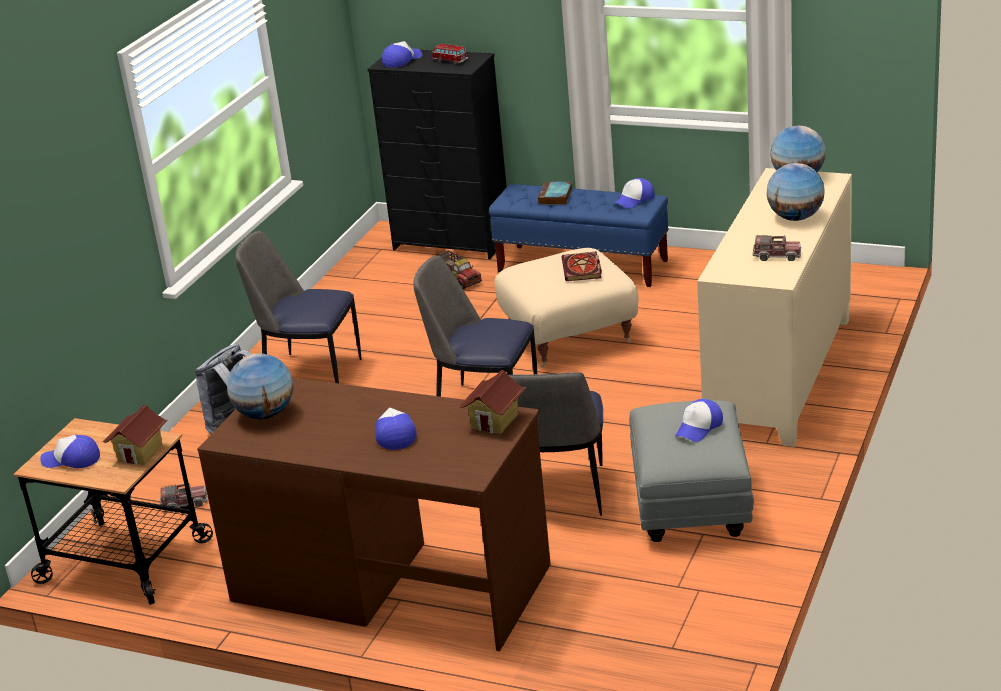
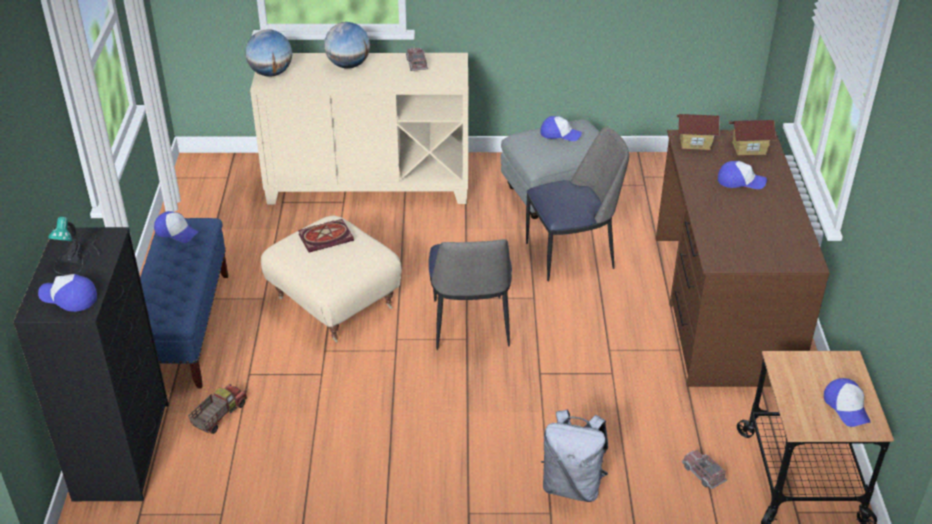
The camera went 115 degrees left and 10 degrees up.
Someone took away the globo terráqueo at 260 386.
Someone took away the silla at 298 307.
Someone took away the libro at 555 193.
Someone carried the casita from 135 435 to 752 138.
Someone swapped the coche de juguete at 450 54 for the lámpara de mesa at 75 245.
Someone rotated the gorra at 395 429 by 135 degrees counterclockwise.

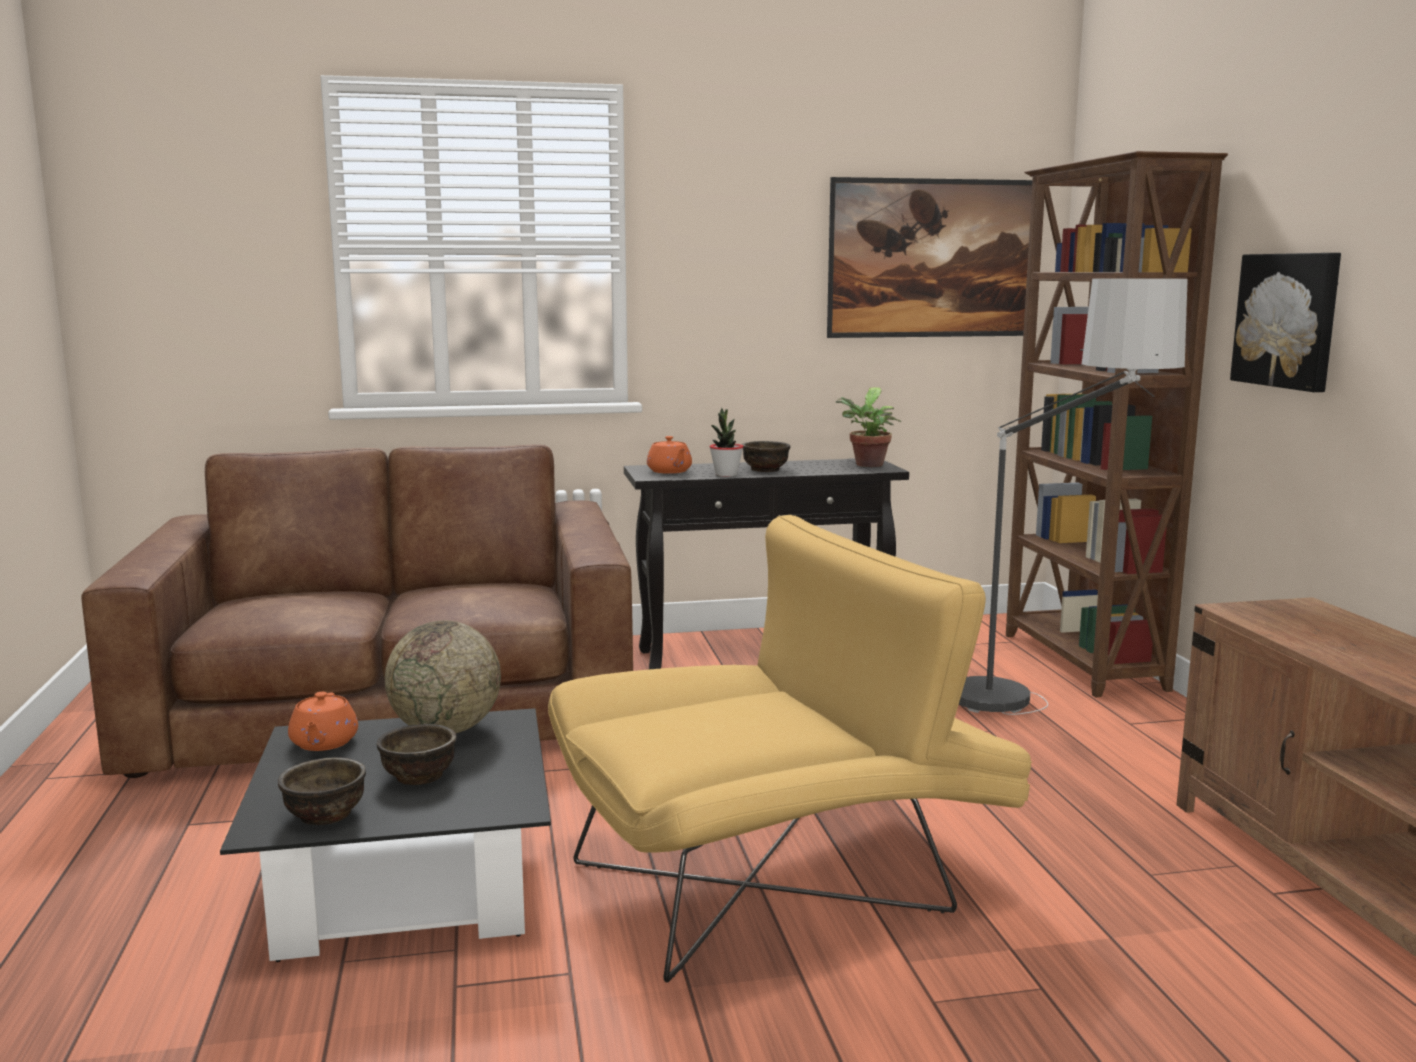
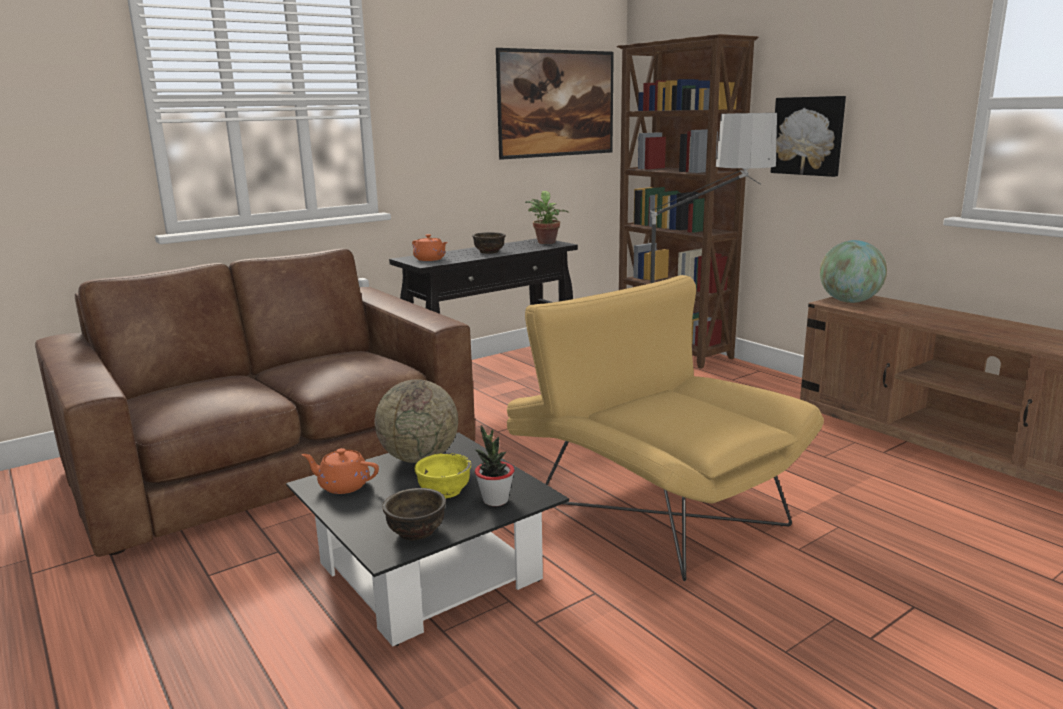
The camera went 25 degrees left and 5 degrees up.
Someone put down the globo terráqueo at 853 271.
Someone carried the planta en maceta from 726 442 to 494 465.
Someone repainted the cuenco [marrón] at 416 754, which became the cuenco [amarillo] at 443 475.
Someone rotated the tetera [naranja] at 323 721 by 135 degrees clockwise.
Someone rotated the sillón [amarillo] at 790 749 by 75 degrees counterclockwise.

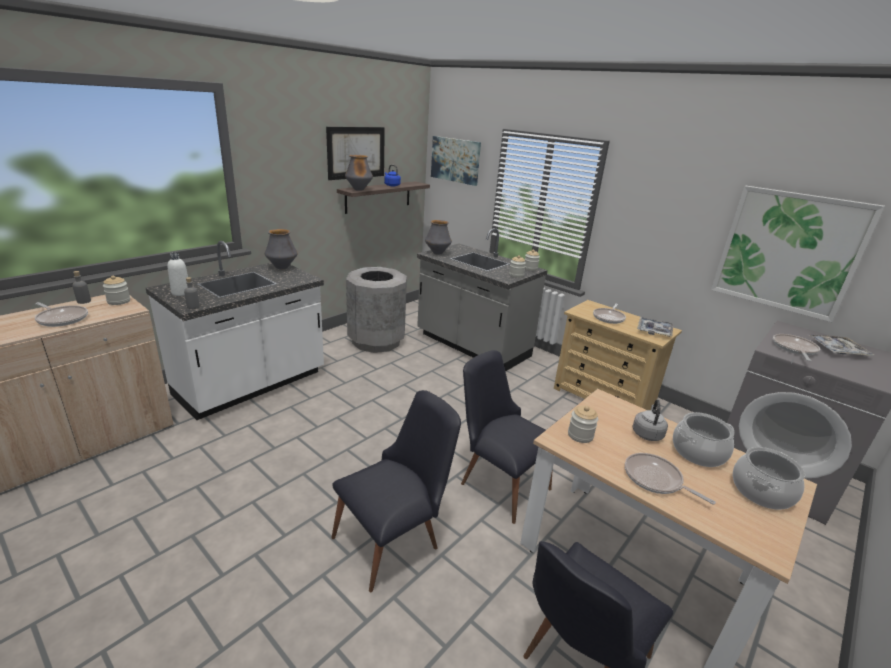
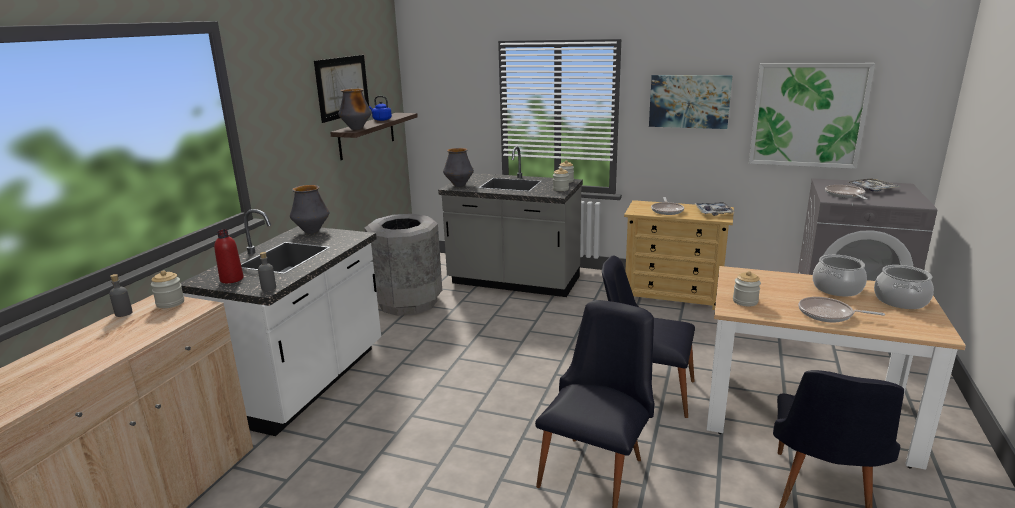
The camera went 20 degrees left and 5 degrees down.
Someone took away the sartén at 61 314.
Someone took away the hervidor [gris] at 650 420.
Someone carried the cuadro from 456 161 to 691 102.
Someone repainted the botella [blanco] at 177 274, which became the botella [rojo] at 228 256.

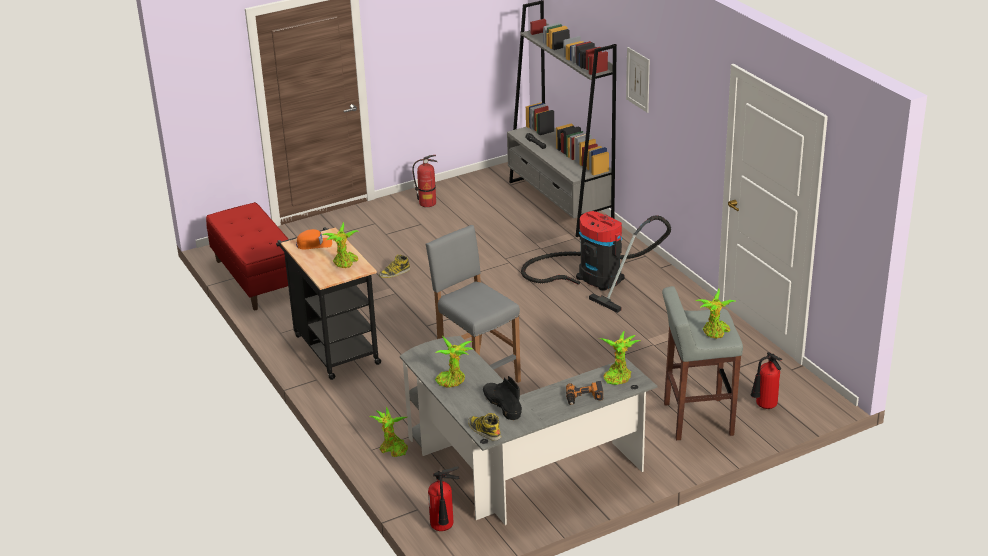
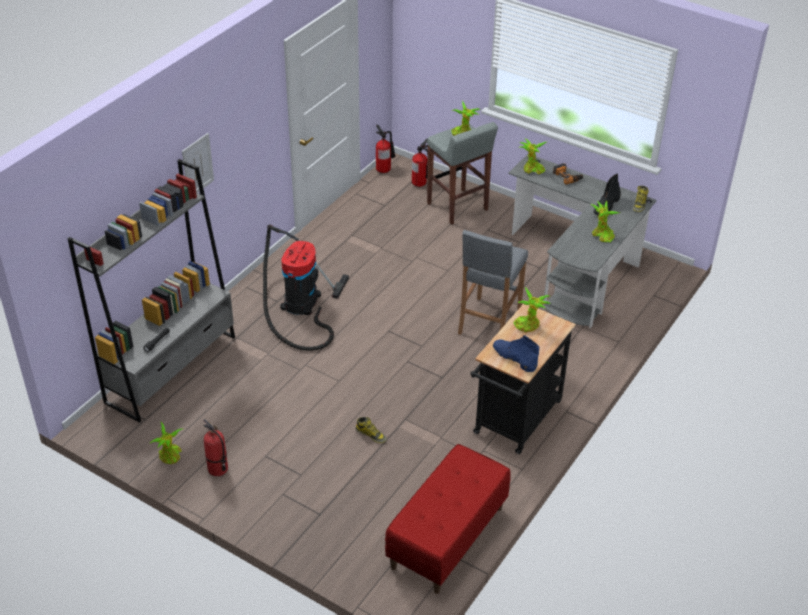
The camera went 120 degrees left and 10 degrees up.
Someone carried the planta en maceta from 388 432 to 165 442.
Someone carried the extintor from 444 498 to 385 149.
Someone swapped the gorra [naranja] at 314 239 for the bota [azul] at 516 353.

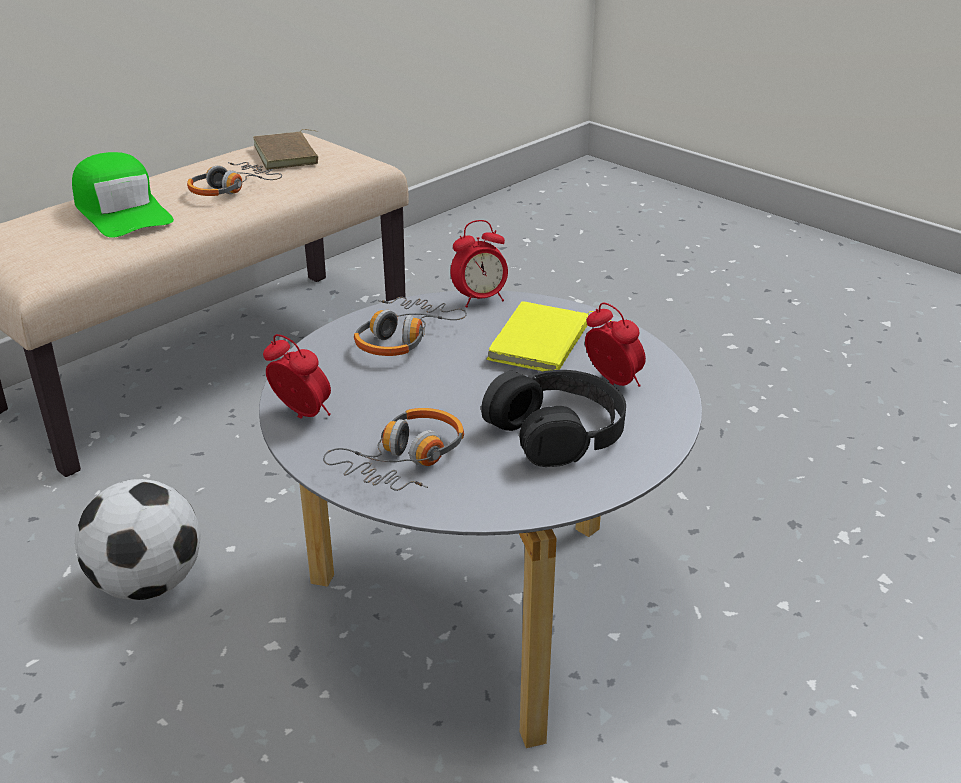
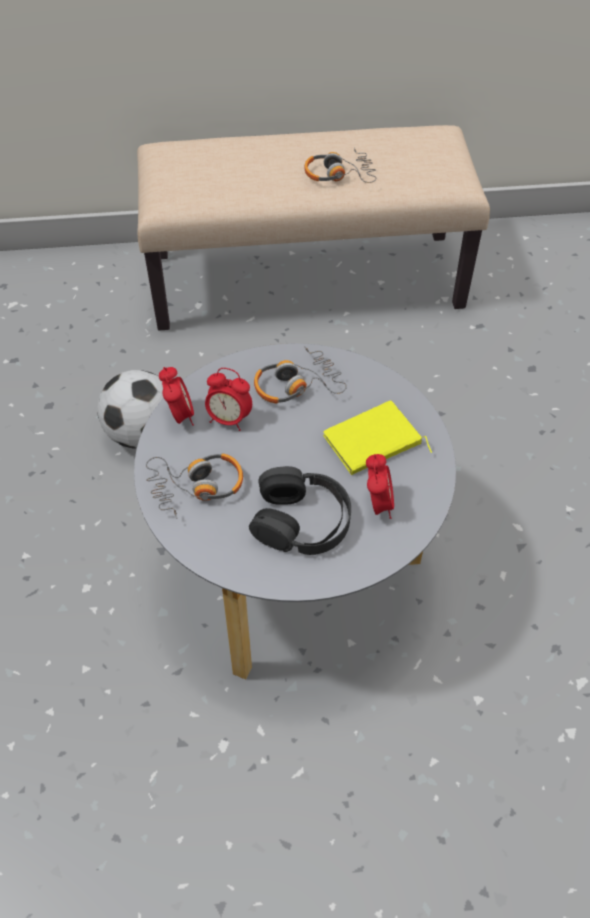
The camera went 40 degrees right and 20 degrees up.
Someone took away the gorra [verde] at 123 195.
Someone took away the libro [marrón] at 285 149.
Someone carried the despertador from 479 263 to 228 399.

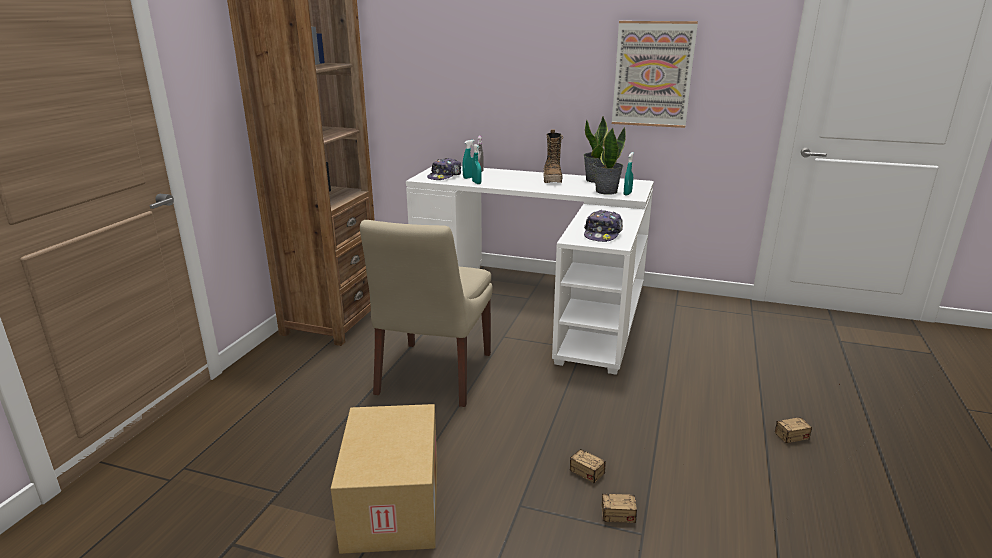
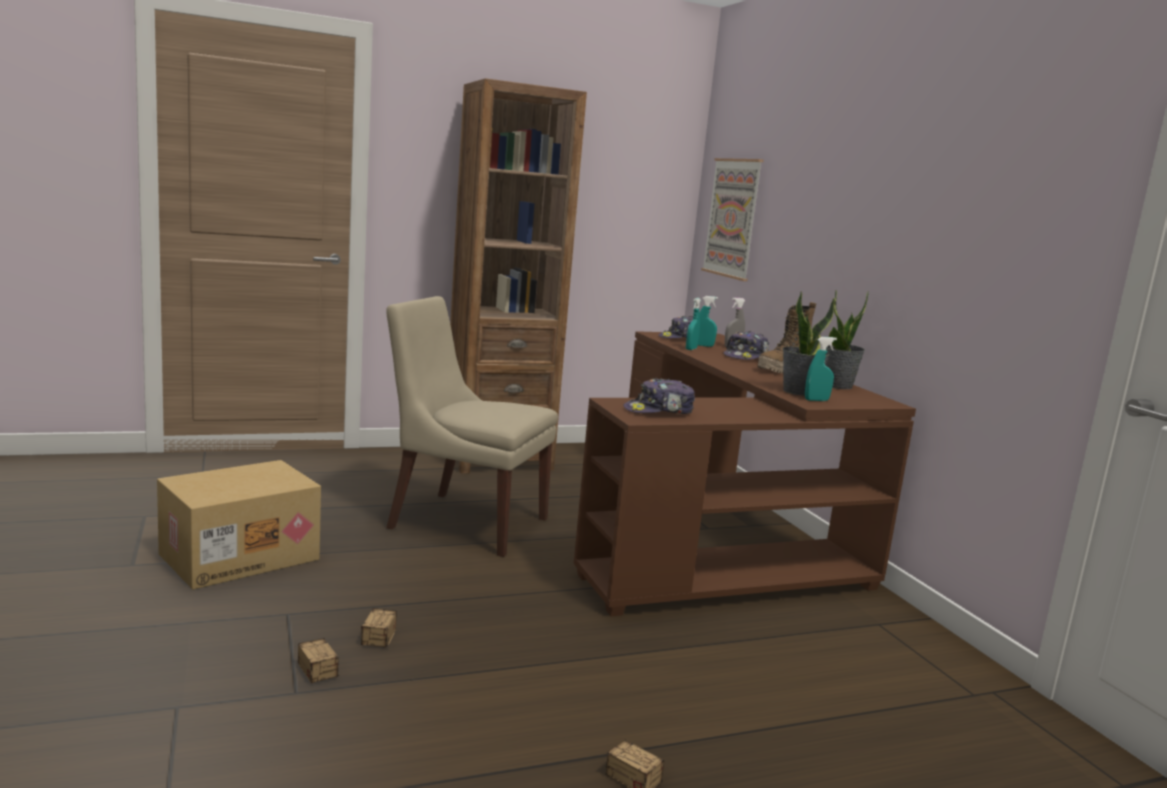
The camera went 50 degrees right and 10 degrees down.
Someone put down the gorra at 746 345.
Someone carried the cuadro from 655 74 to 732 219.
Someone repainted the escritorio [blanco] at 530 270, which became the escritorio [marrón] at 745 473.
Someone rotated the silla [beis] at 426 313 by 45 degrees clockwise.

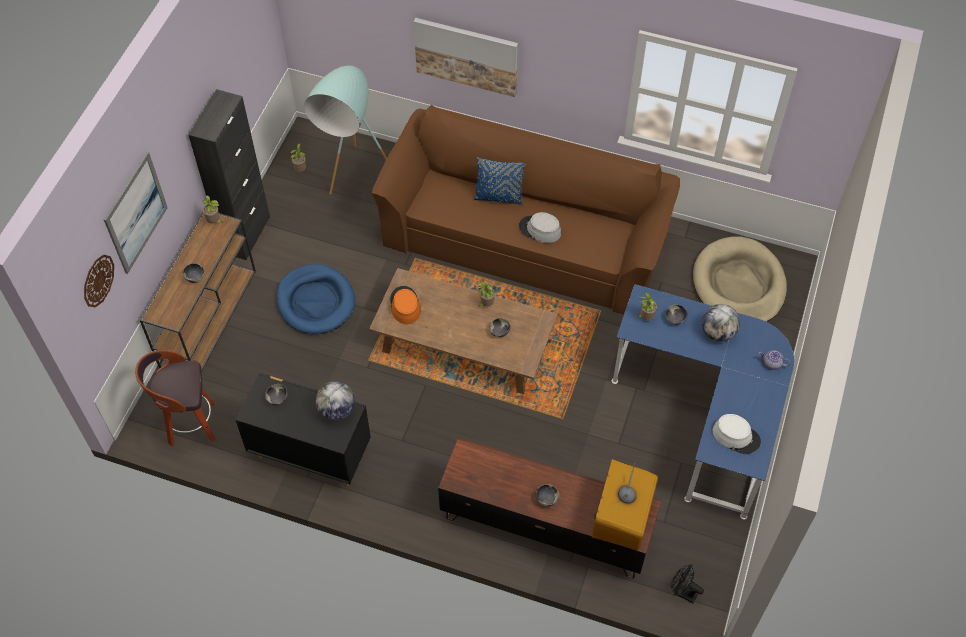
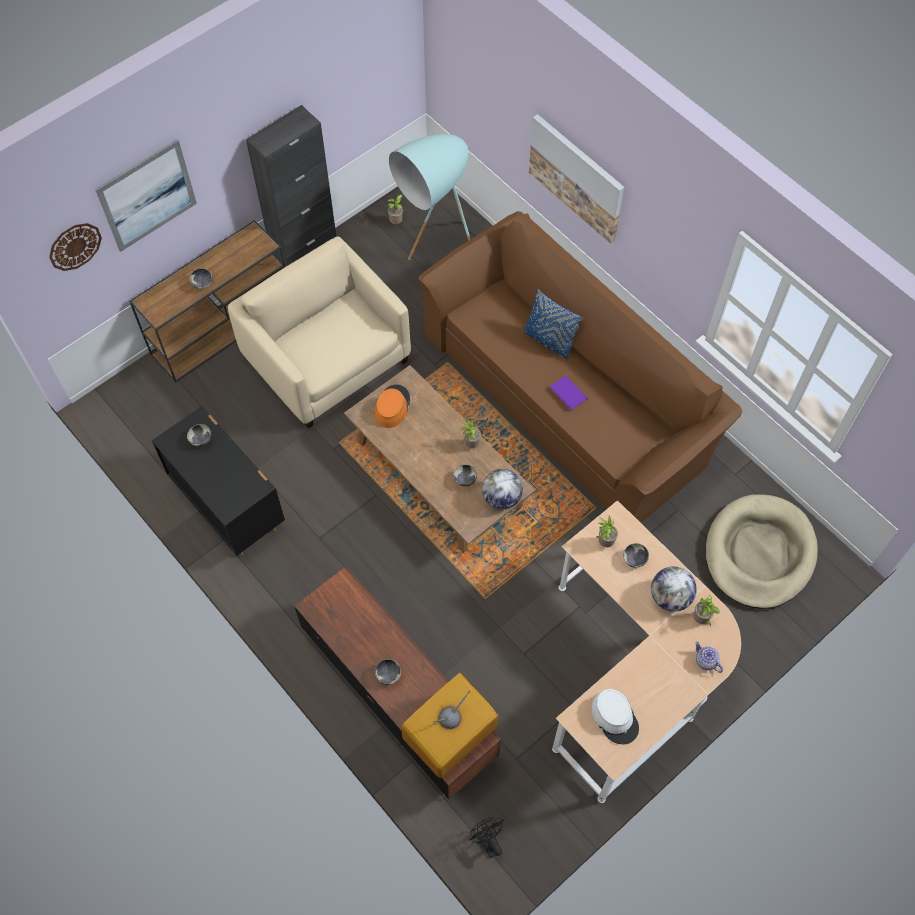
The camera went 30 degrees right and 5 degrees up.
Someone took away the taburete at 175 398.
Someone carried the planta en maceta from 213 209 to 706 610.
Someone carried the globo terráqueo from 335 400 to 502 489.
Someone swapped the cama para perro [azul] at 315 299 for the sillón [beis] at 319 332.
Someone swapped the sombrero [gris] at 540 227 for the libro [morado] at 569 393.
Someone repainted the escritorio [azul] at 702 402, which became the escritorio [beis] at 646 651.

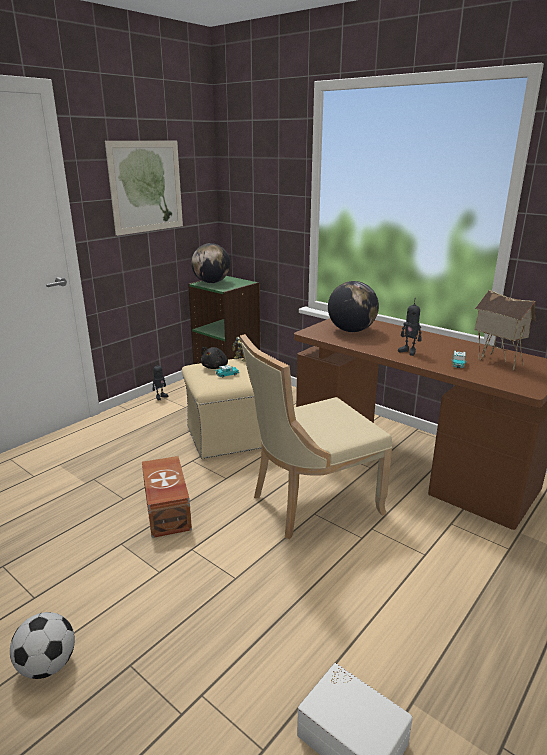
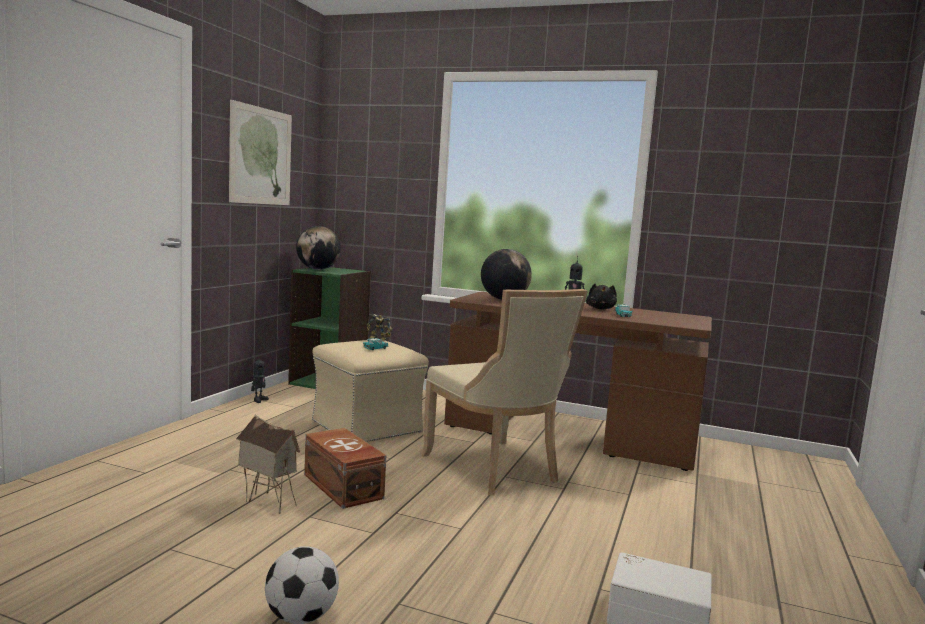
The camera went 20 degrees left and 15 degrees down.
Someone carried the peluche [negro] from 214 358 to 601 296.
Someone carried the casita from 505 329 to 268 464.
Someone rotated the silla [beis] at 316 436 by 75 degrees counterclockwise.

